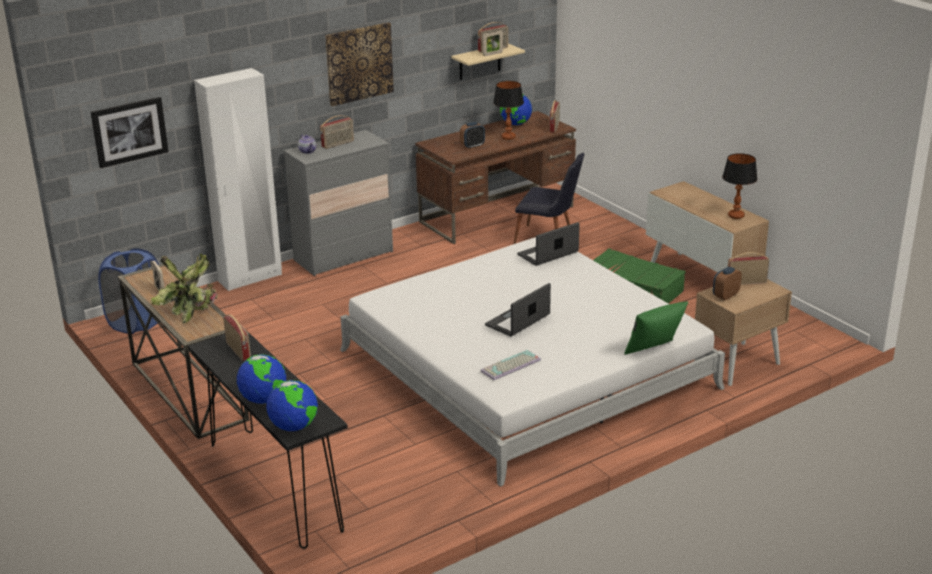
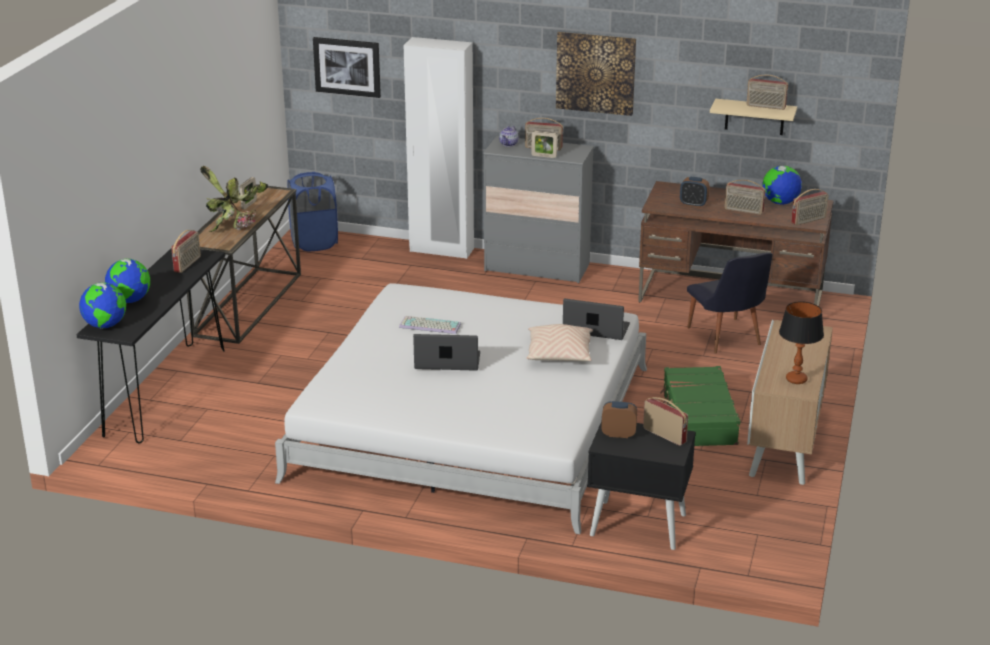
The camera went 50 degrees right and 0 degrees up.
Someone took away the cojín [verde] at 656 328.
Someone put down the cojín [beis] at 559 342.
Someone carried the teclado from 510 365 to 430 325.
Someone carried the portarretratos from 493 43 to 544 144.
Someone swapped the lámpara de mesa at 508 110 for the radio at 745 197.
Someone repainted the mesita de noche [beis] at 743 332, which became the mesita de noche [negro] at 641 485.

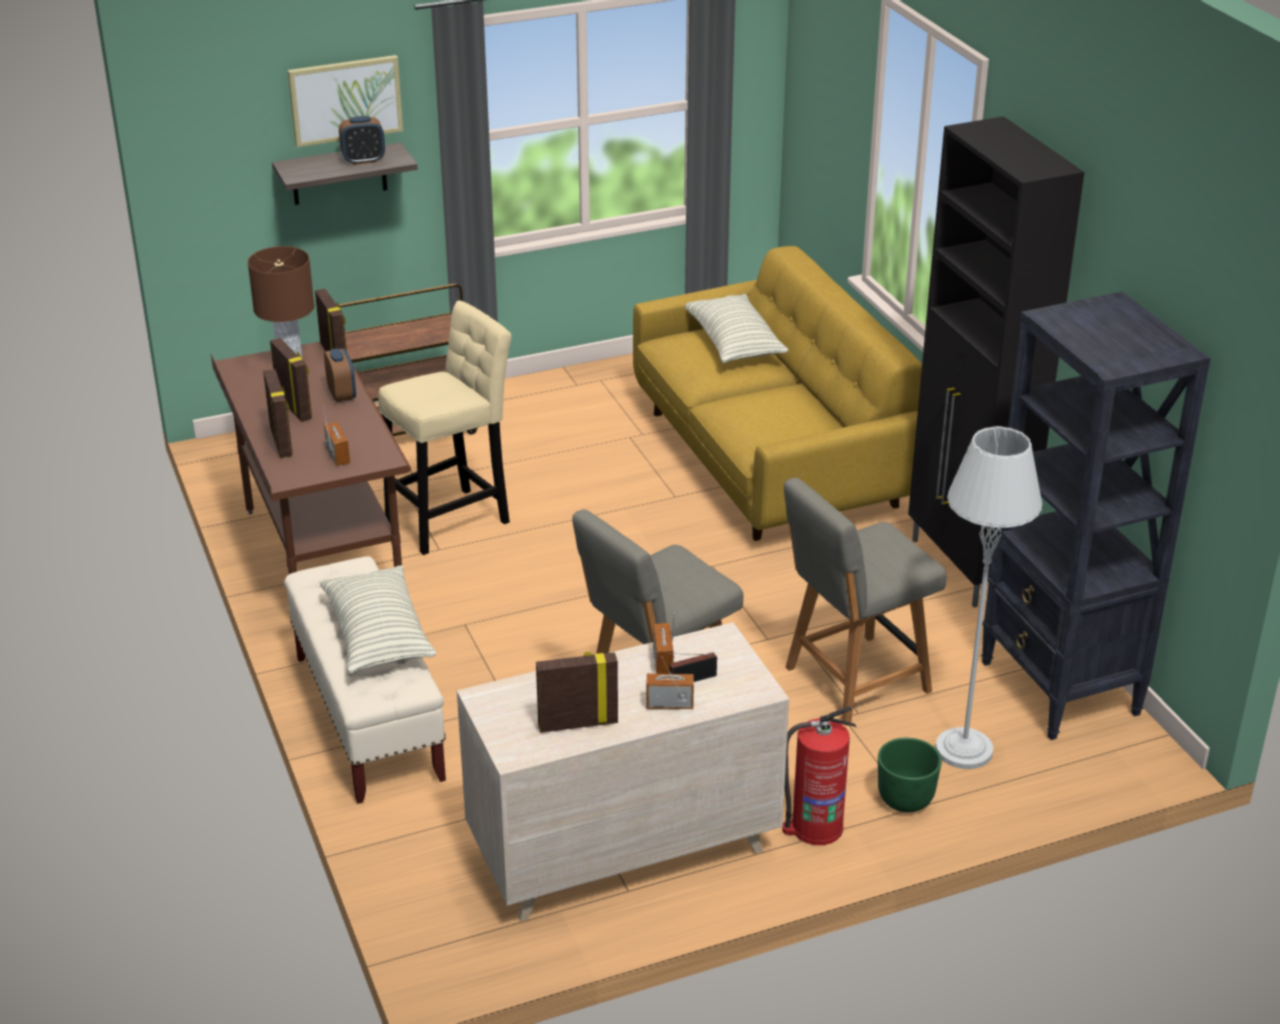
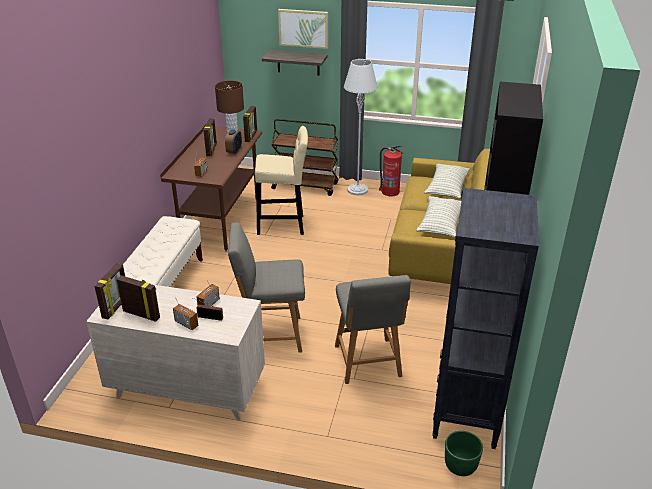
The camera went 35 degrees right and 0 degrees up.
Someone took away the despertador at 362 140.
Someone carried the portarretratos from 277 413 to 109 291.
Someone carried the cojín from 378 619 to 439 216.
Someone carried the extintor from 819 775 to 391 171.
Someone carried the maceta [verde] from 910 775 to 464 453.
Someone carried the lámpara de pie [gris] from 989 597 to 361 127.
Someone rotated the silla [gris] at 865 602 by 105 degrees counterclockwise.

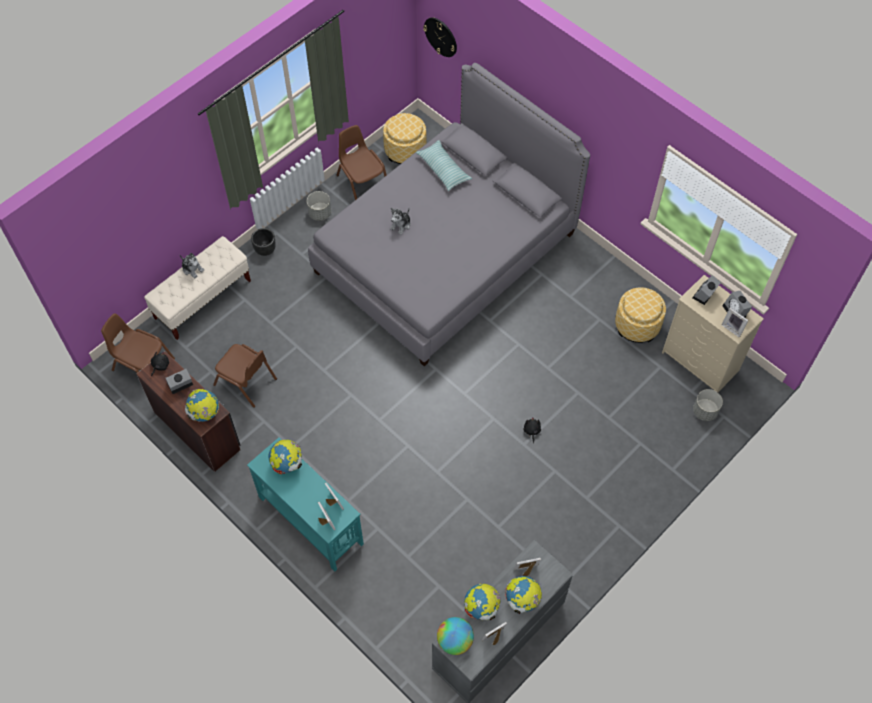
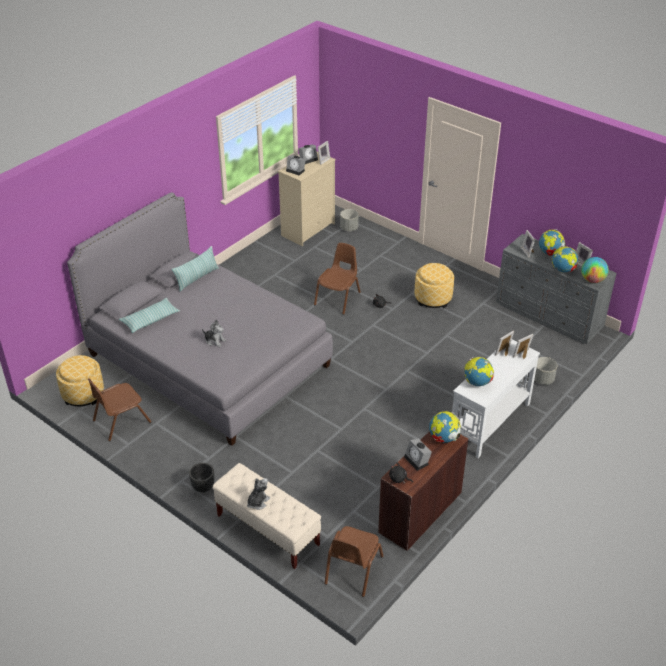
The camera went 95 degrees left and 20 degrees down.
Someone took away the reloj de pared at 440 37.
Someone put down the cojín at 195 268.
Someone carried the silla [marrón] from 245 376 to 337 279.
Someone carried the maceta [gris] from 319 206 to 545 371.
Someone carried the puf from 640 315 to 434 285.
Someone repainted the mesa consola [turquesa] at 305 504, which became the mesa consola [blanco] at 496 398.

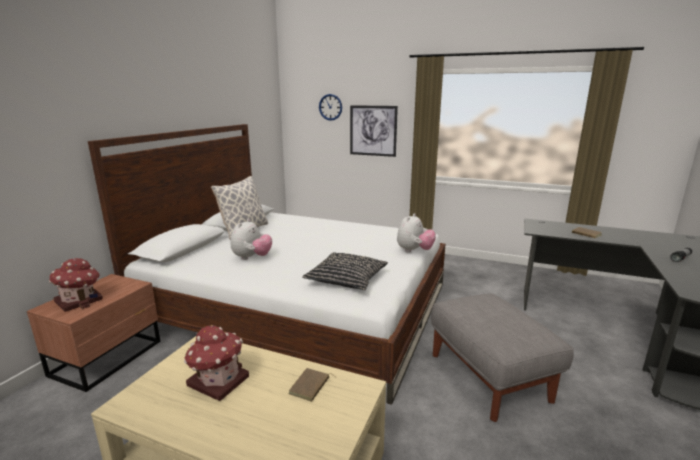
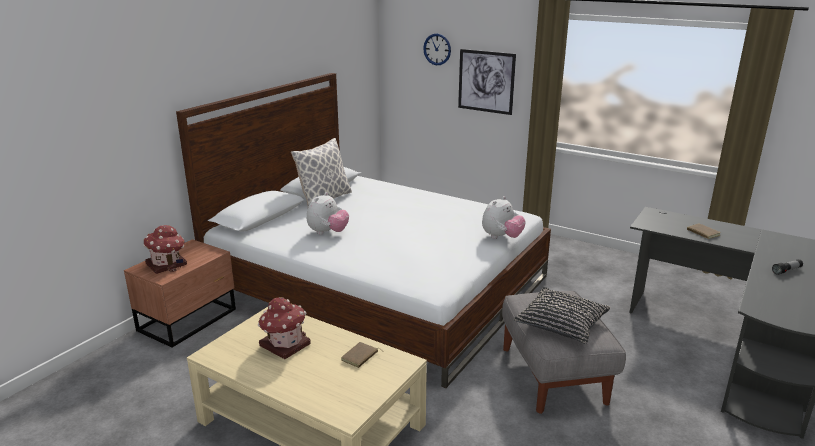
The camera went 10 degrees right and 5 degrees up.
Someone carried the cojín [negro] from 345 271 to 561 315.

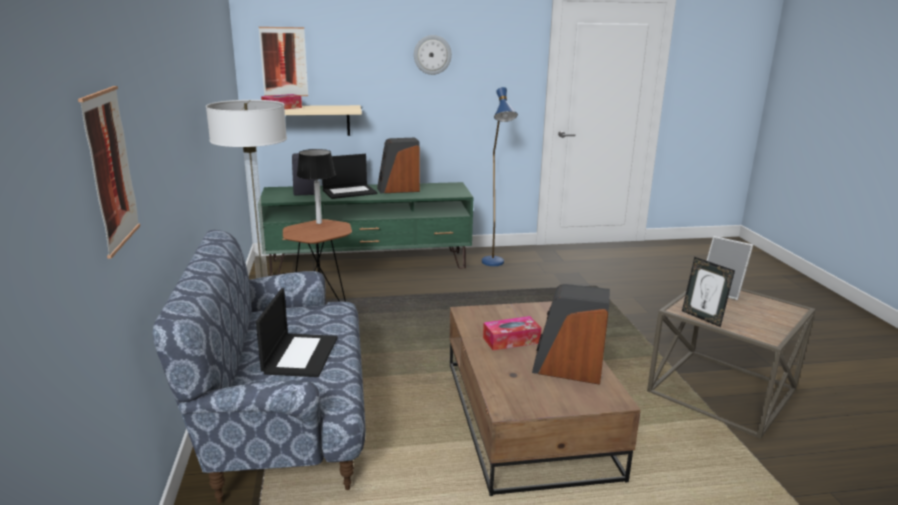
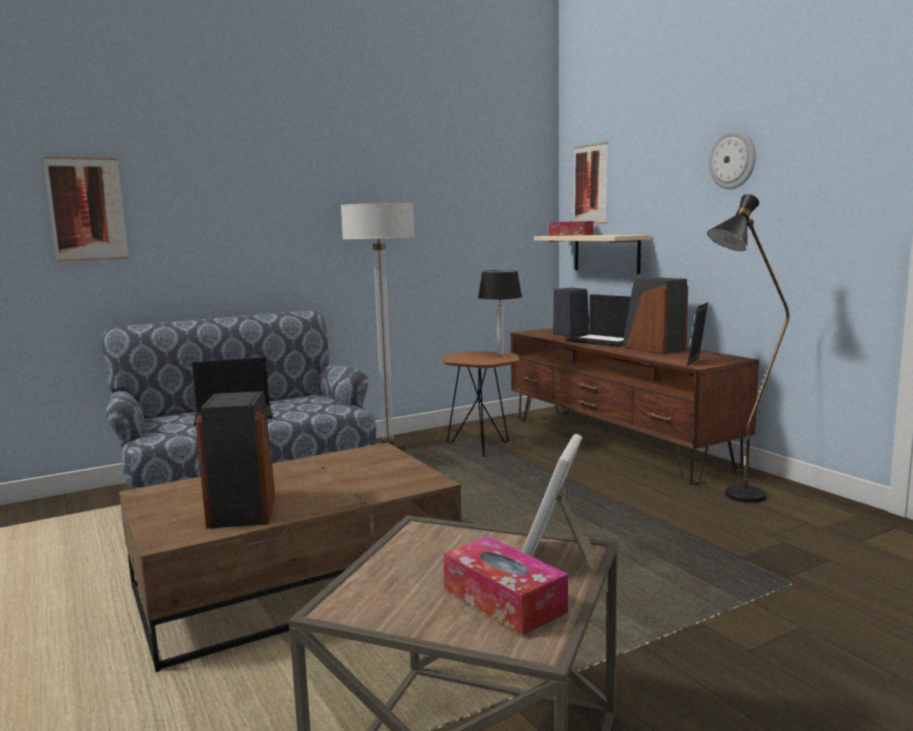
The camera went 70 degrees right and 10 degrees down.
Someone carried the caja de pañuelos from 512 333 to 505 585.
Someone carried the portarretratos from 708 292 to 697 334.
Someone repainted the mueble de televisión [verde] at 367 229, which became the mueble de televisión [marrón] at 635 406.
Someone repainted the lámpara de pie [azul] at 500 176, which became the lámpara de pie [negro] at 748 348.

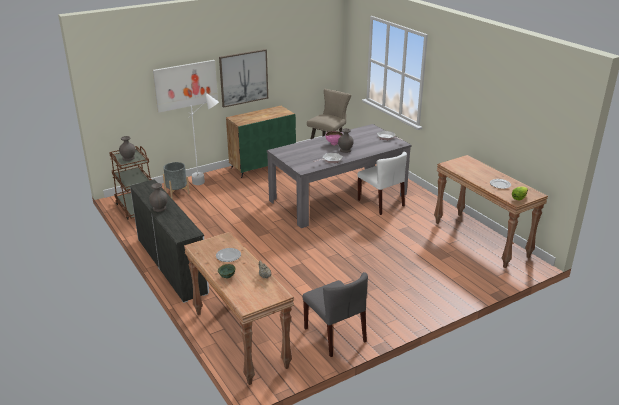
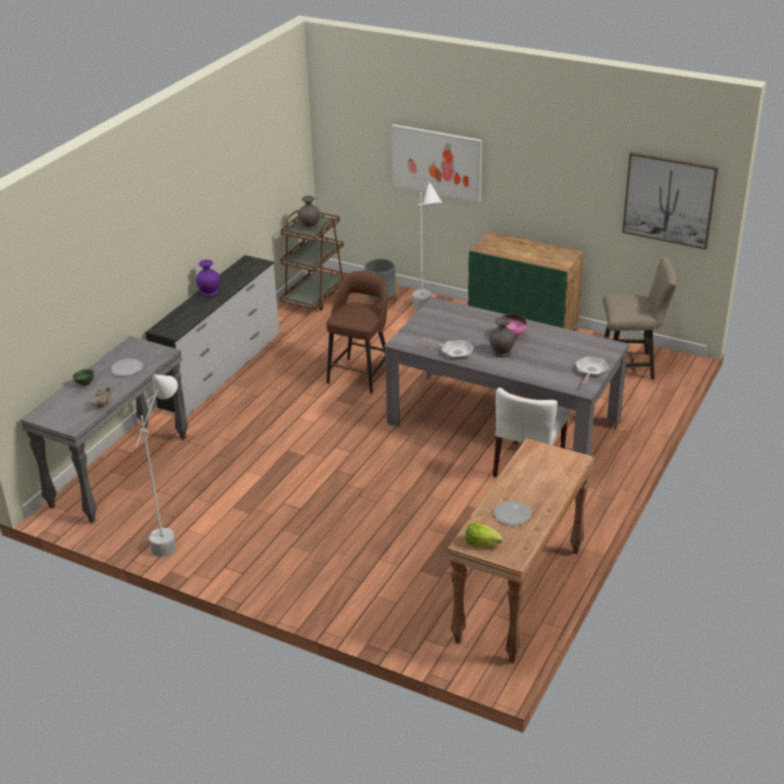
The camera went 60 degrees right and 5 degrees up.
Someone put down the taburete [marrón] at 357 332.
Someone carried the cuadro from 243 78 to 670 201.
Someone swapped the silla [gris] at 335 314 for the lámpara de pie [blanco] at 157 465.
Someone repainted the florero [gris] at 158 197, which became the florero [morado] at 208 278.
Someone repainted the mesa consola [marrón] at 239 308, which became the mesa consola [gris] at 104 429.

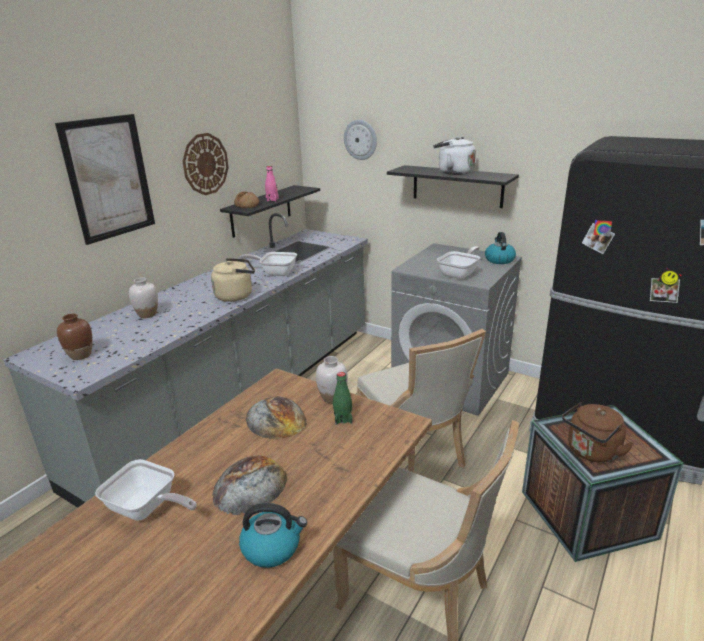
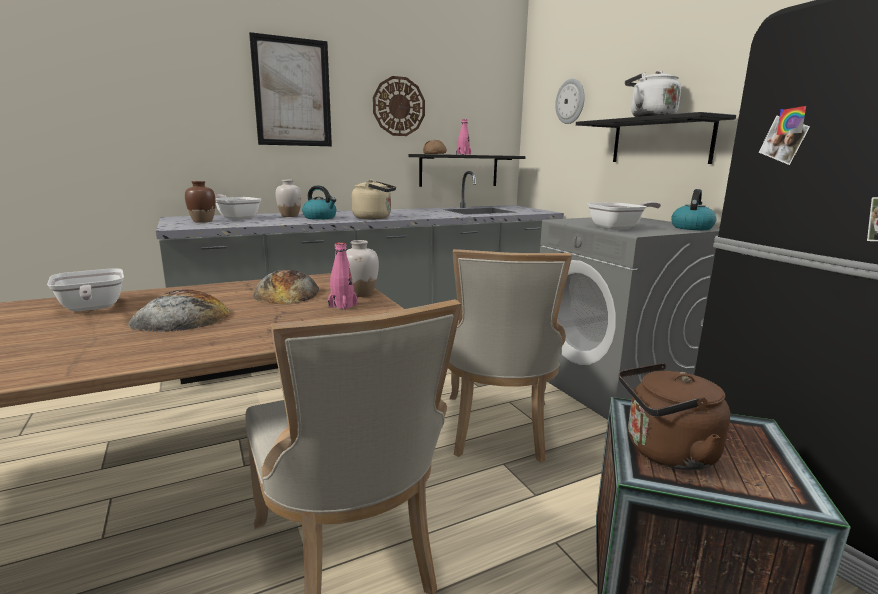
The camera went 30 degrees right and 10 degrees down.
Someone carried the hervidor from 273 535 to 319 203.
Someone carried the sartén from 268 264 to 238 207.
Someone repainted the botella [verde] at 343 398, which became the botella [rosa] at 342 276.

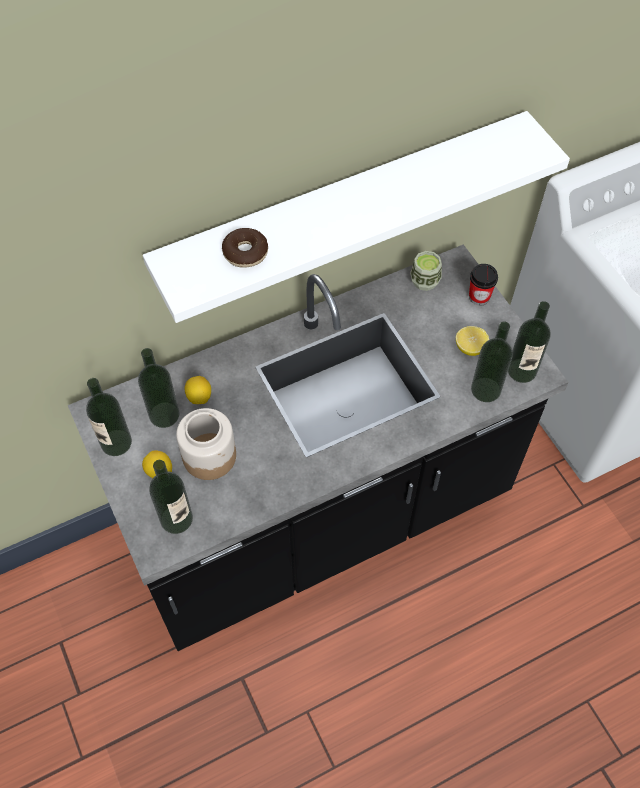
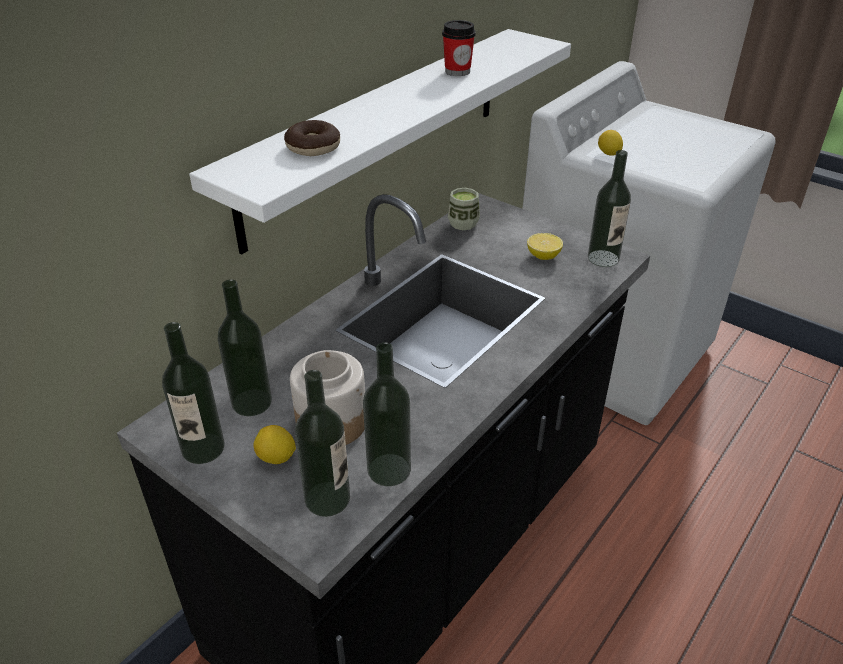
The camera went 25 degrees left and 20 degrees down.
Someone carried the limón from 198 390 to 610 143.
Someone carried the taza from 483 285 to 459 48.
Someone carried the botella from 492 362 to 387 414.

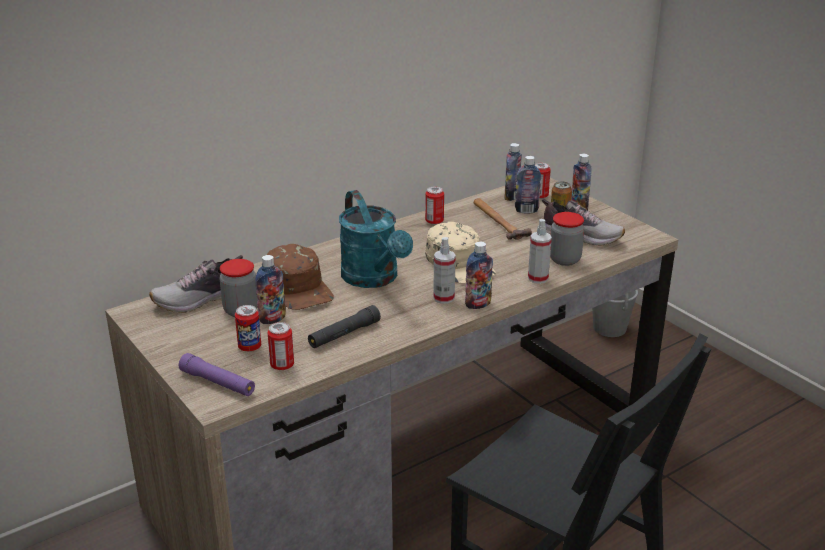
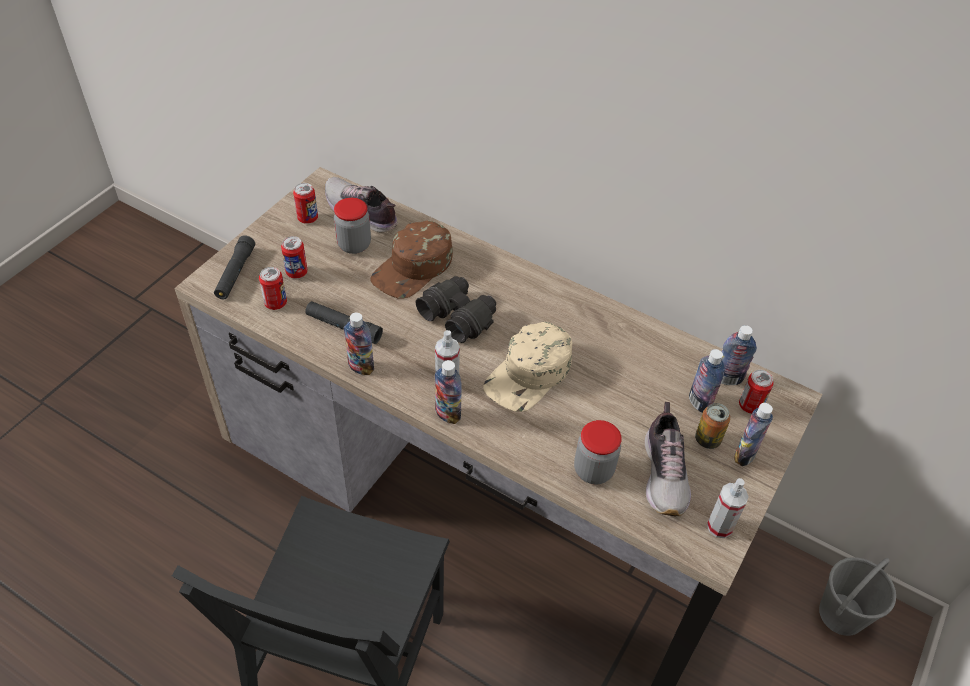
The camera went 65 degrees right and 20 degrees up.
Someone took away the martillo at 503 219.
Someone carried the botella from 270 289 to 359 343.
Someone carried the lata from 434 205 to 305 203.
Someone carried the pulverizador from 540 251 to 728 508.
Someone swapped the regadera [turquesa] at 376 239 for the prismáticos [negro] at 456 309.
Someone repainted the linterna [morado] at 217 374, which became the linterna [negro] at 234 267.

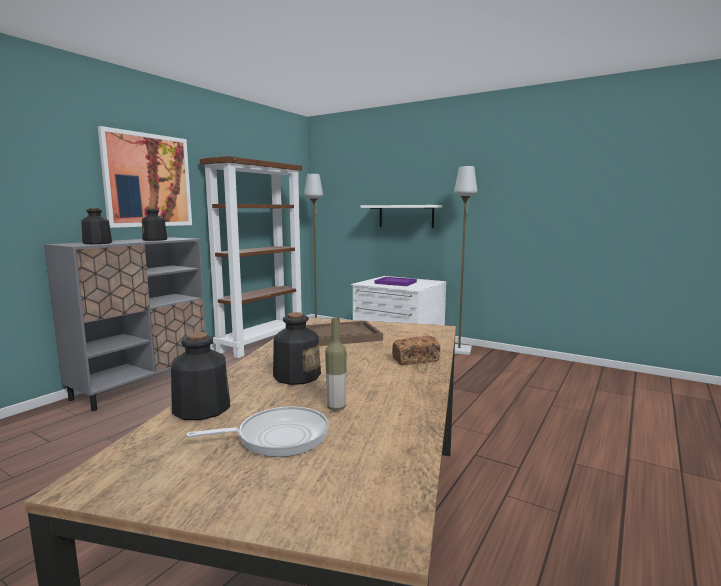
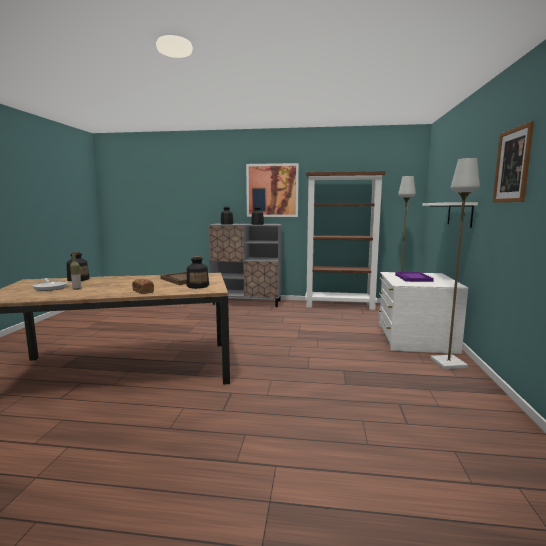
The camera went 65 degrees right and 0 degrees up.
Someone put up the cuadro at 513 162.
Someone carried the botella from 297 348 to 198 272.

